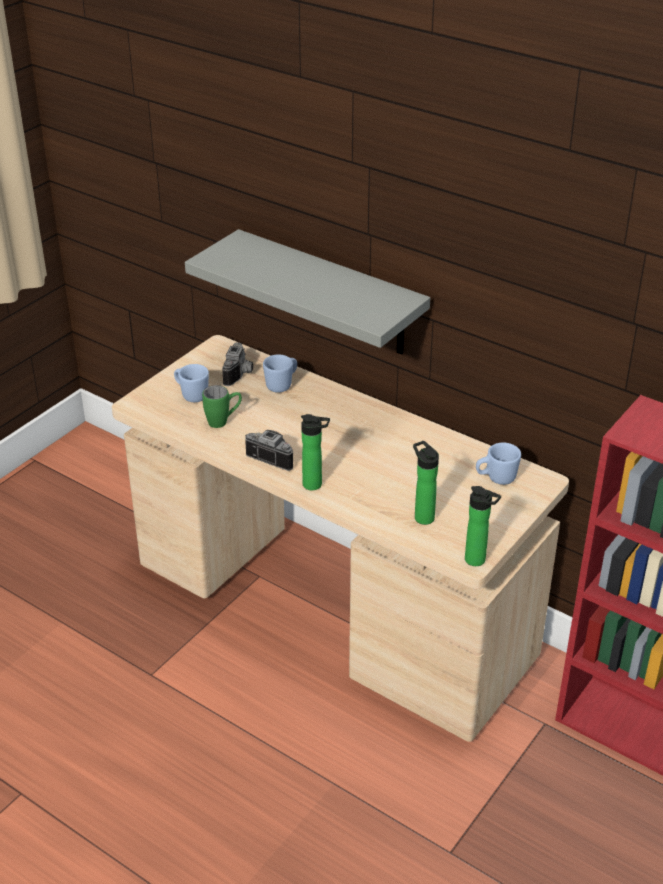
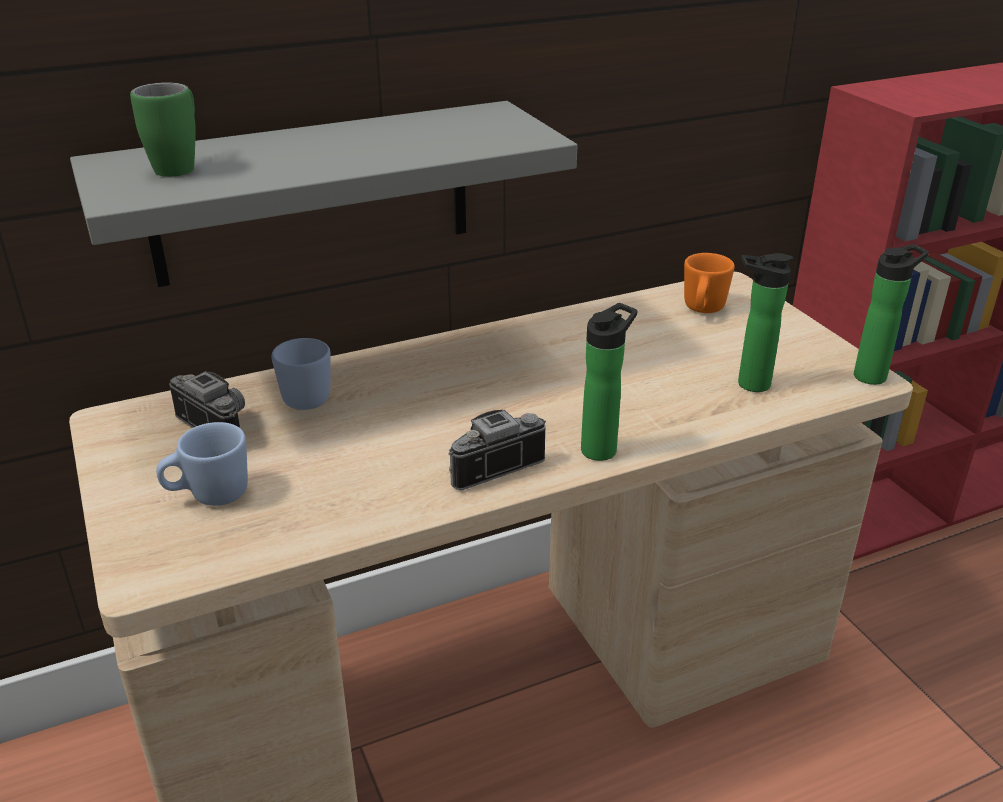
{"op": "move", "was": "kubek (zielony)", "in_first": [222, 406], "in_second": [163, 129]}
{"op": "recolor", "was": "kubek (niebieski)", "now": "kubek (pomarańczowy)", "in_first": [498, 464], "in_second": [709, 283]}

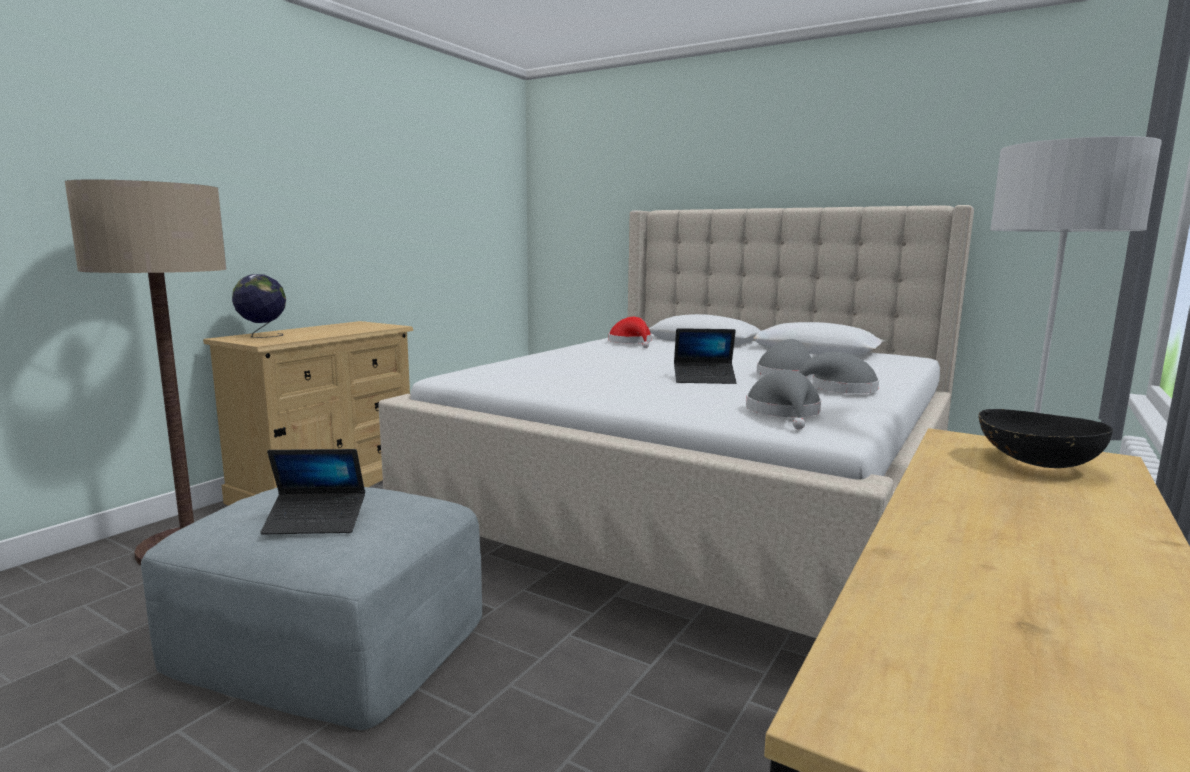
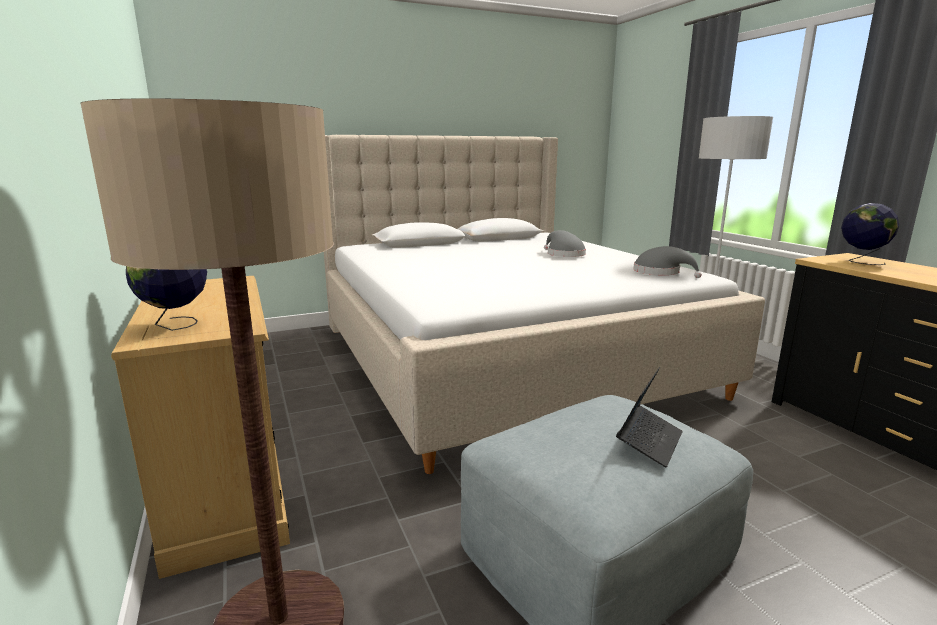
{"op": "delete", "was": "kapelusz (czerwony)", "in_first": [630, 332]}
{"op": "delete", "was": "laptop", "in_first": [705, 356]}
{"op": "delete", "was": "kapelusz (szary)", "in_first": [839, 373]}
{"op": "replace", "was": "miska (czarny)", "now": "globus", "in_first": [1045, 438], "in_second": [870, 234]}

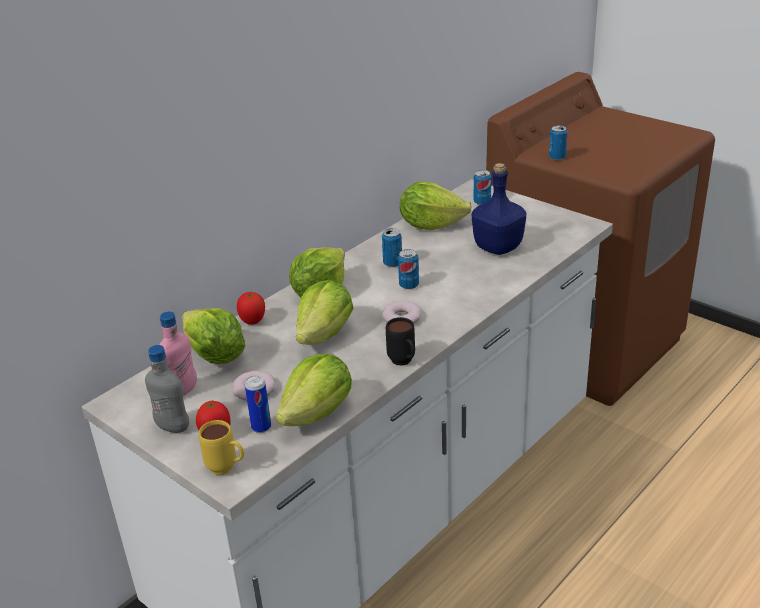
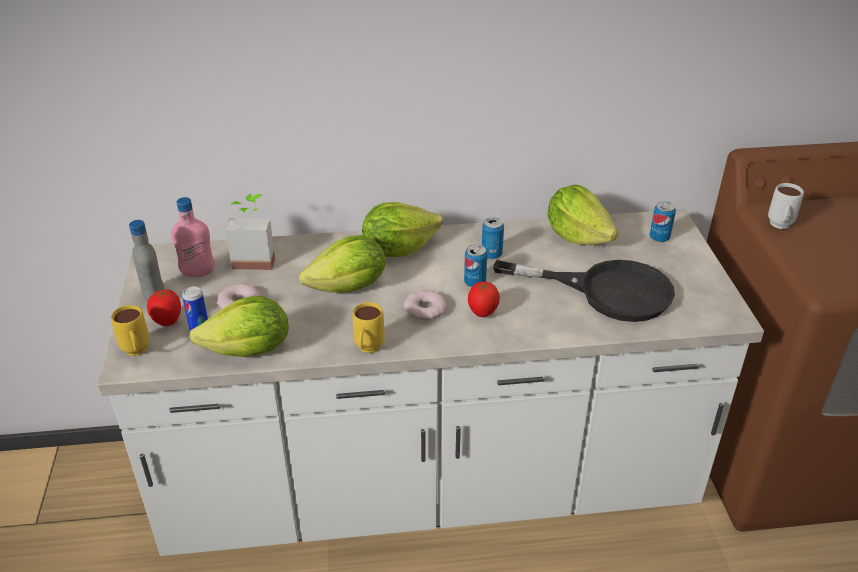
{"op": "replace", "was": "sałata", "now": "roślina doniczkowa", "in_first": [213, 336], "in_second": [250, 232]}
{"op": "move", "was": "pomidor", "in_first": [251, 308], "in_second": [484, 299]}
{"op": "recolor", "was": "kubek (czarny)", "now": "kubek (żółty)", "in_first": [400, 341], "in_second": [368, 327]}
{"op": "replace", "was": "butelka (niebieski)", "now": "patelnia (czarny)", "in_first": [499, 209], "in_second": [584, 291]}
{"op": "replace", "was": "puszka", "now": "kubek (biały)", "in_first": [558, 142], "in_second": [786, 206]}

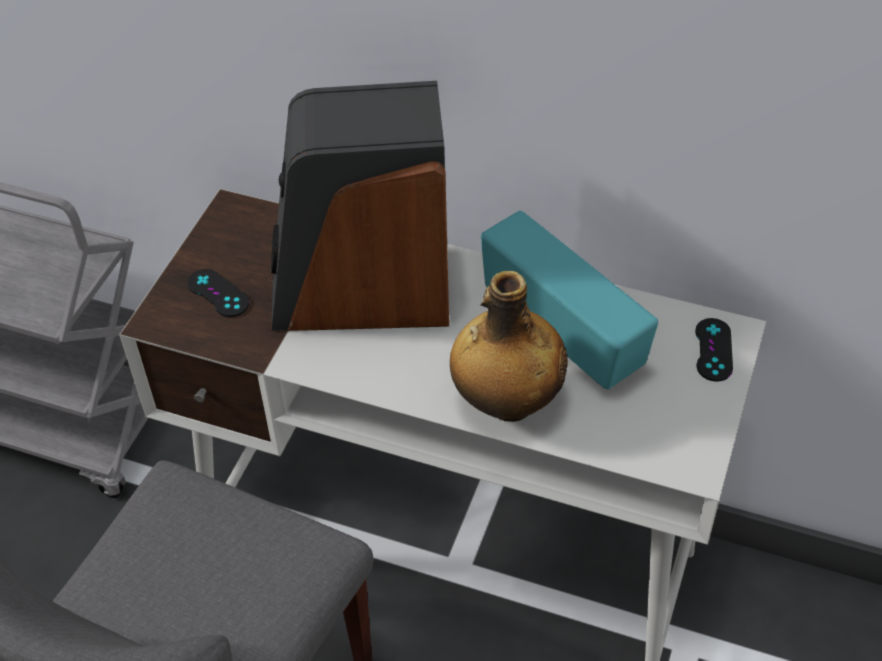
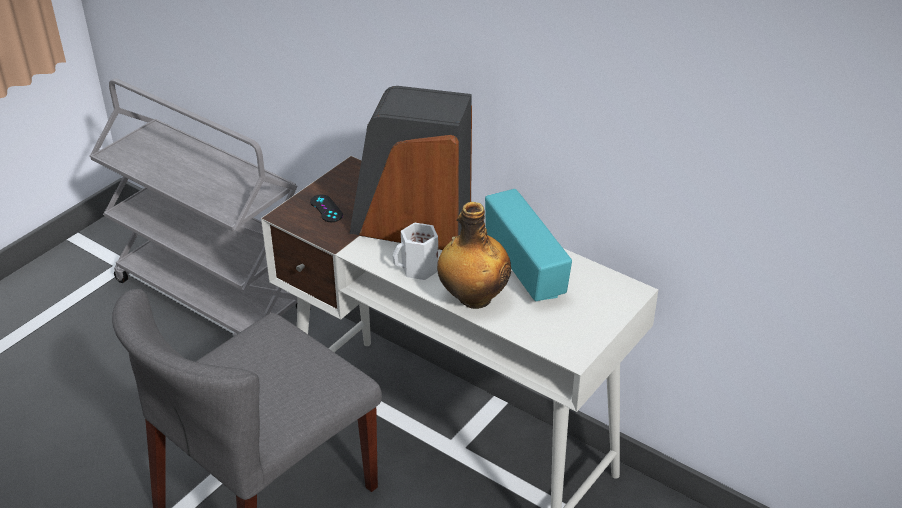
{"op": "delete", "was": "pad do gier (czarny)", "in_first": [714, 350]}
{"op": "insert", "now": "kubek (biały)", "in_second": [415, 251]}

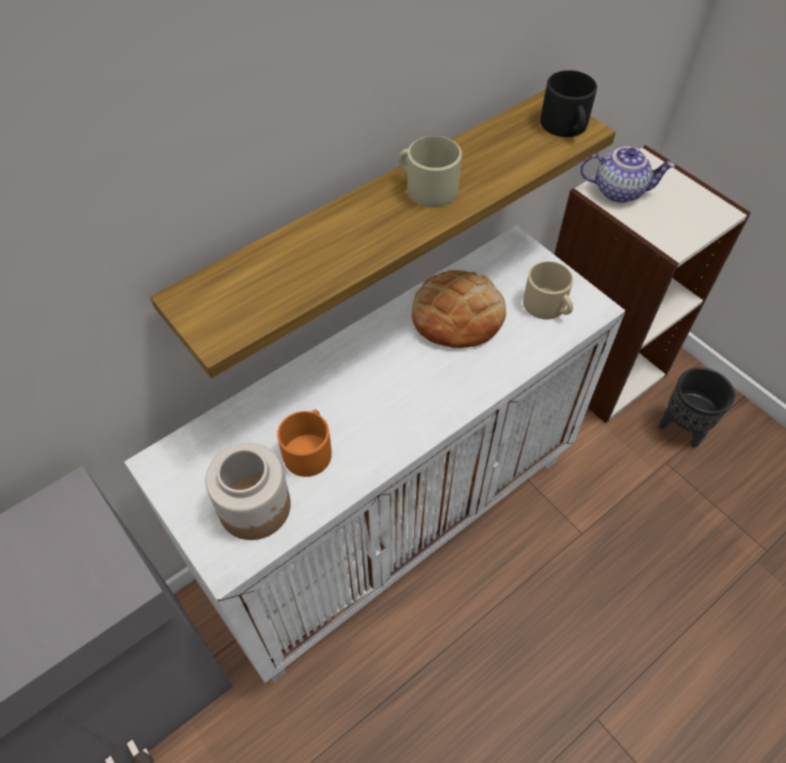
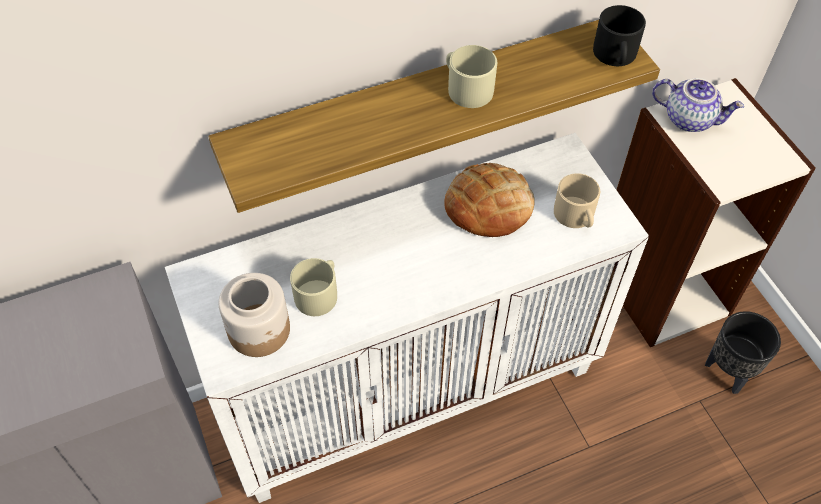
{"op": "recolor", "was": "kubek (pomarańczowy)", "now": "kubek (beżowy)", "in_first": [304, 443], "in_second": [313, 287]}

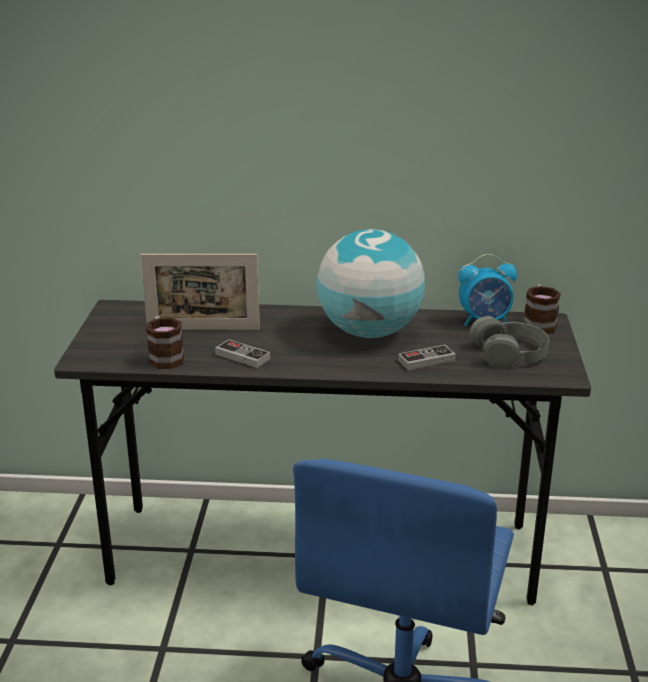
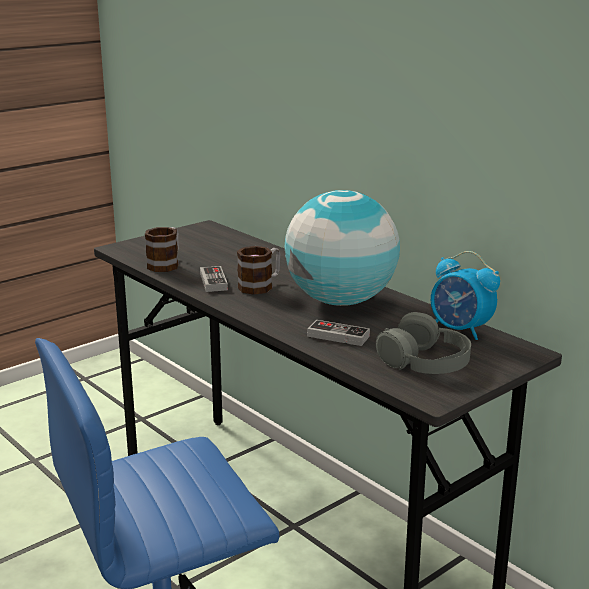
{"op": "delete", "was": "ramka na zdjęcie", "in_first": [200, 292]}
{"op": "move", "was": "kubek", "in_first": [542, 309], "in_second": [258, 270]}

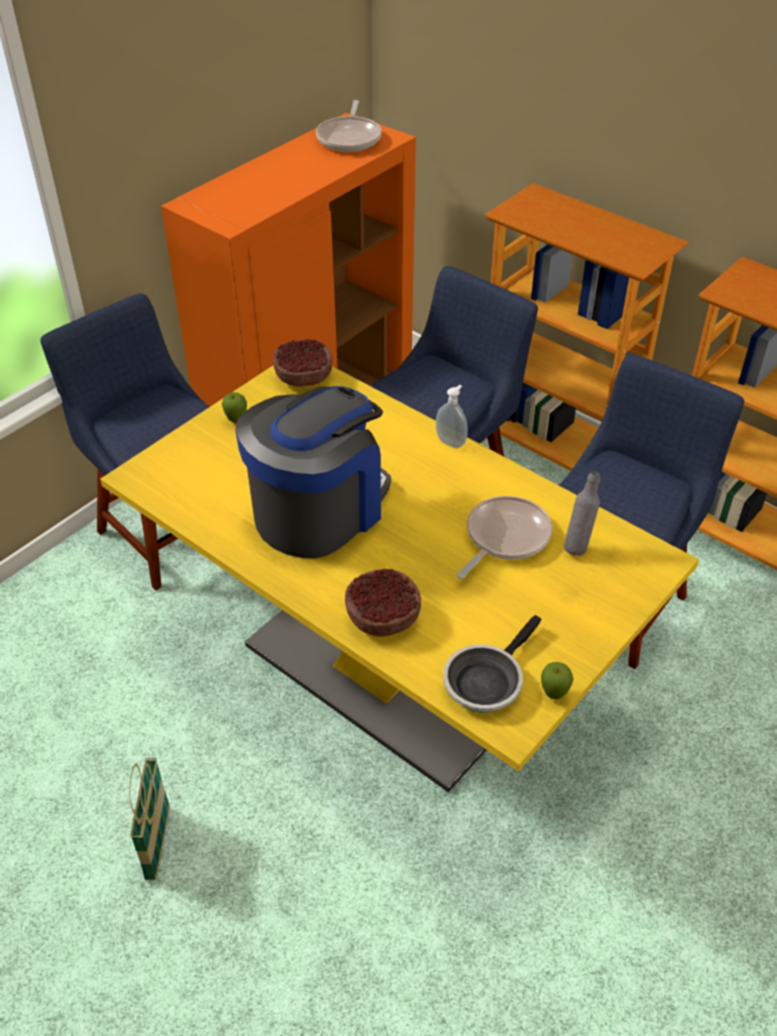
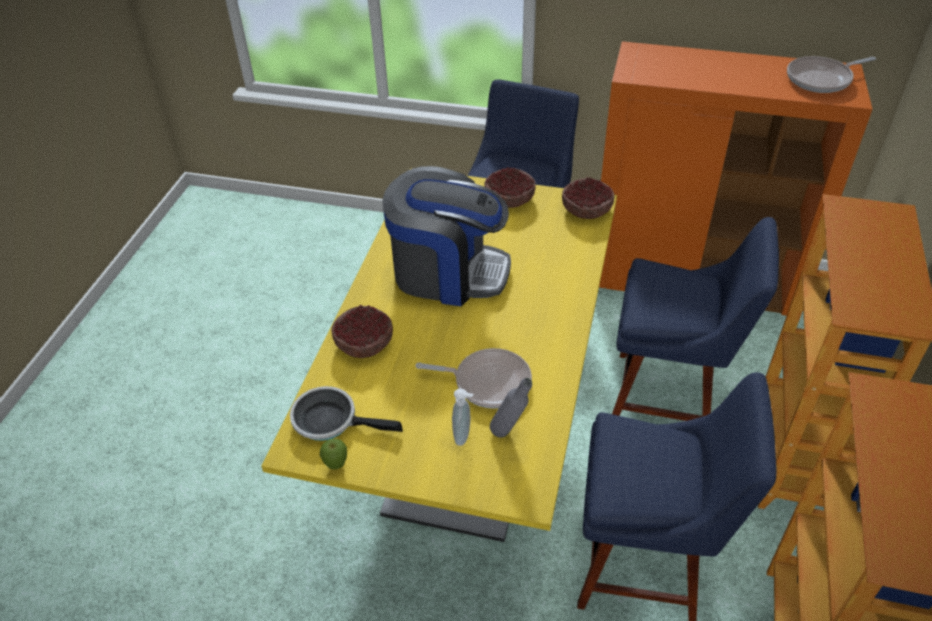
{"op": "delete", "was": "koszyk", "in_first": [149, 819]}
{"op": "replace", "was": "jabłko", "now": "miska", "in_first": [234, 407], "in_second": [510, 187]}
{"op": "move", "was": "dozownik mydła", "in_first": [452, 416], "in_second": [462, 417]}

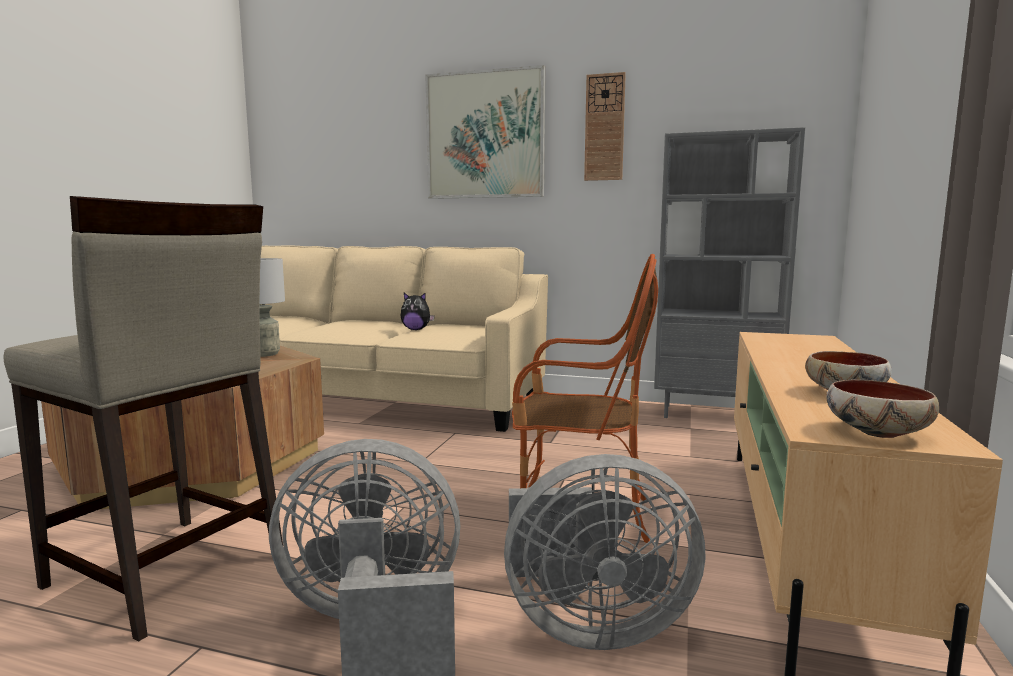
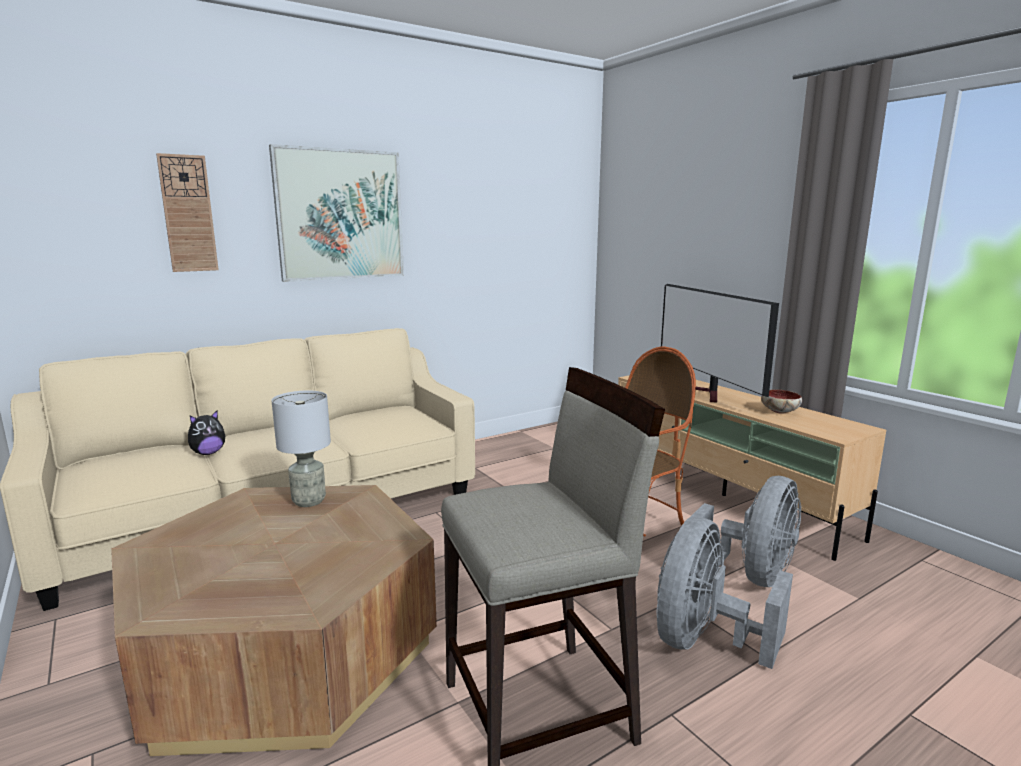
{"op": "move", "was": "pluszak", "in_first": [418, 311], "in_second": [206, 433]}
{"op": "move", "was": "zegar ścienny", "in_first": [605, 126], "in_second": [187, 212]}
{"op": "delete", "was": "regał (szary)", "in_first": [729, 272]}
{"op": "delete", "was": "miska", "in_first": [882, 409]}
{"op": "insert", "now": "telewizor", "in_second": [720, 343]}

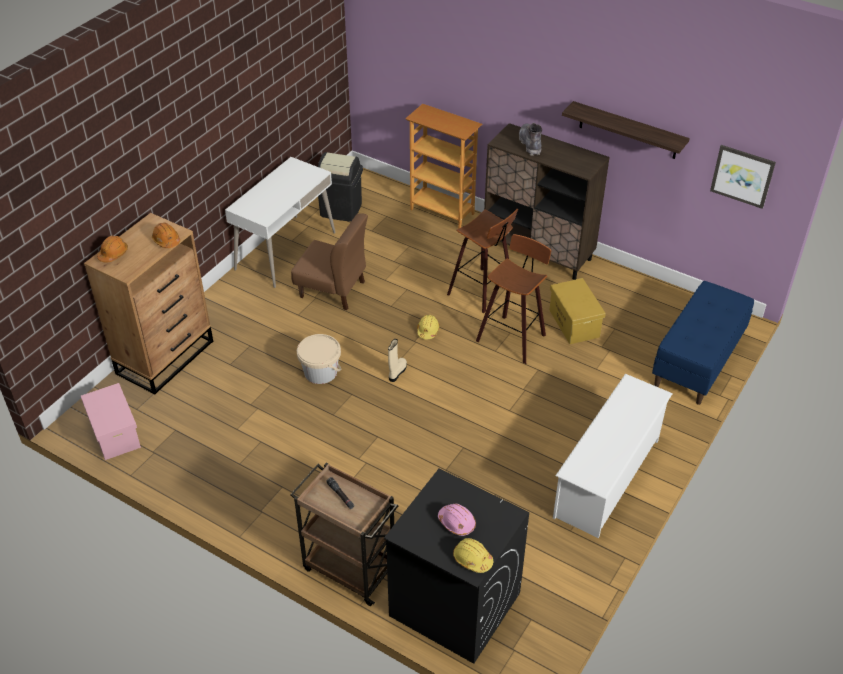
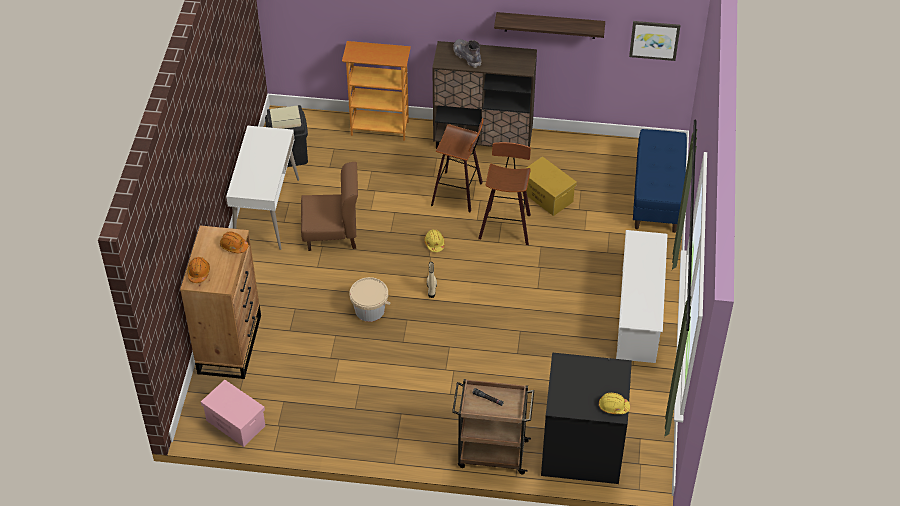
{"op": "delete", "was": "kask (różowy)", "in_first": [457, 520]}

